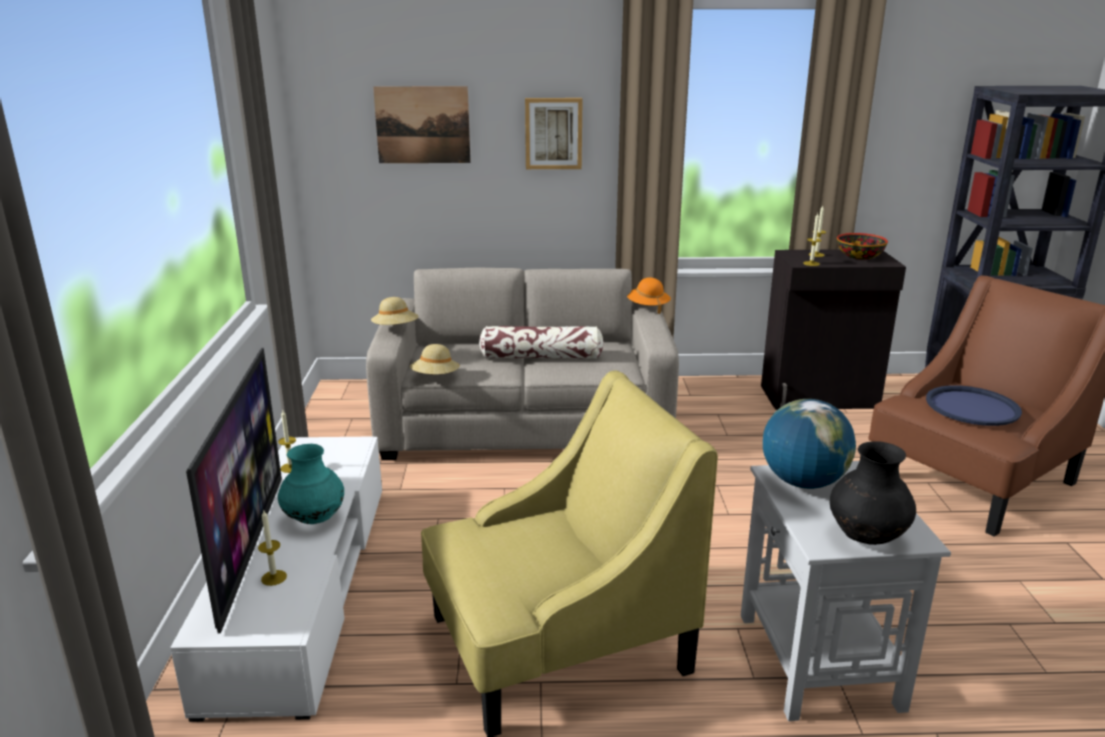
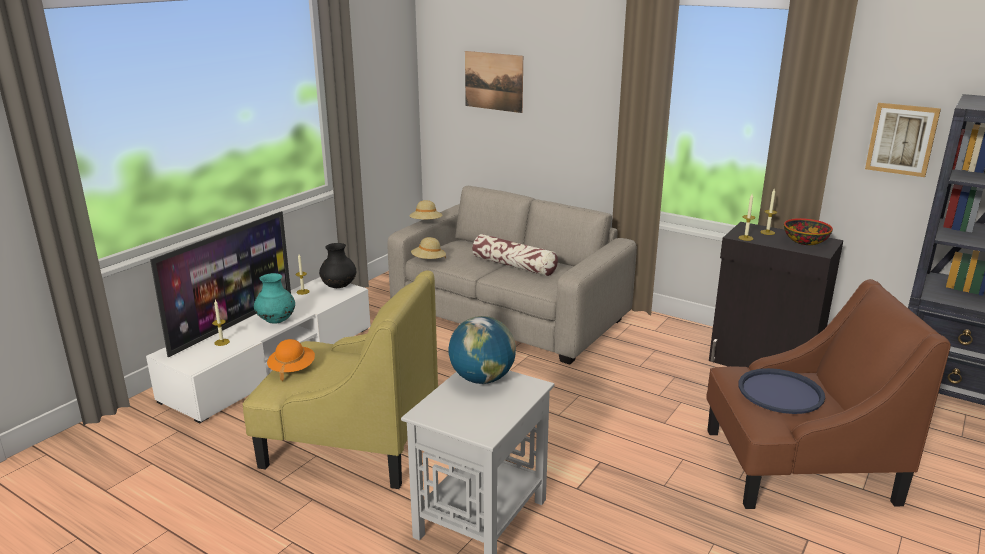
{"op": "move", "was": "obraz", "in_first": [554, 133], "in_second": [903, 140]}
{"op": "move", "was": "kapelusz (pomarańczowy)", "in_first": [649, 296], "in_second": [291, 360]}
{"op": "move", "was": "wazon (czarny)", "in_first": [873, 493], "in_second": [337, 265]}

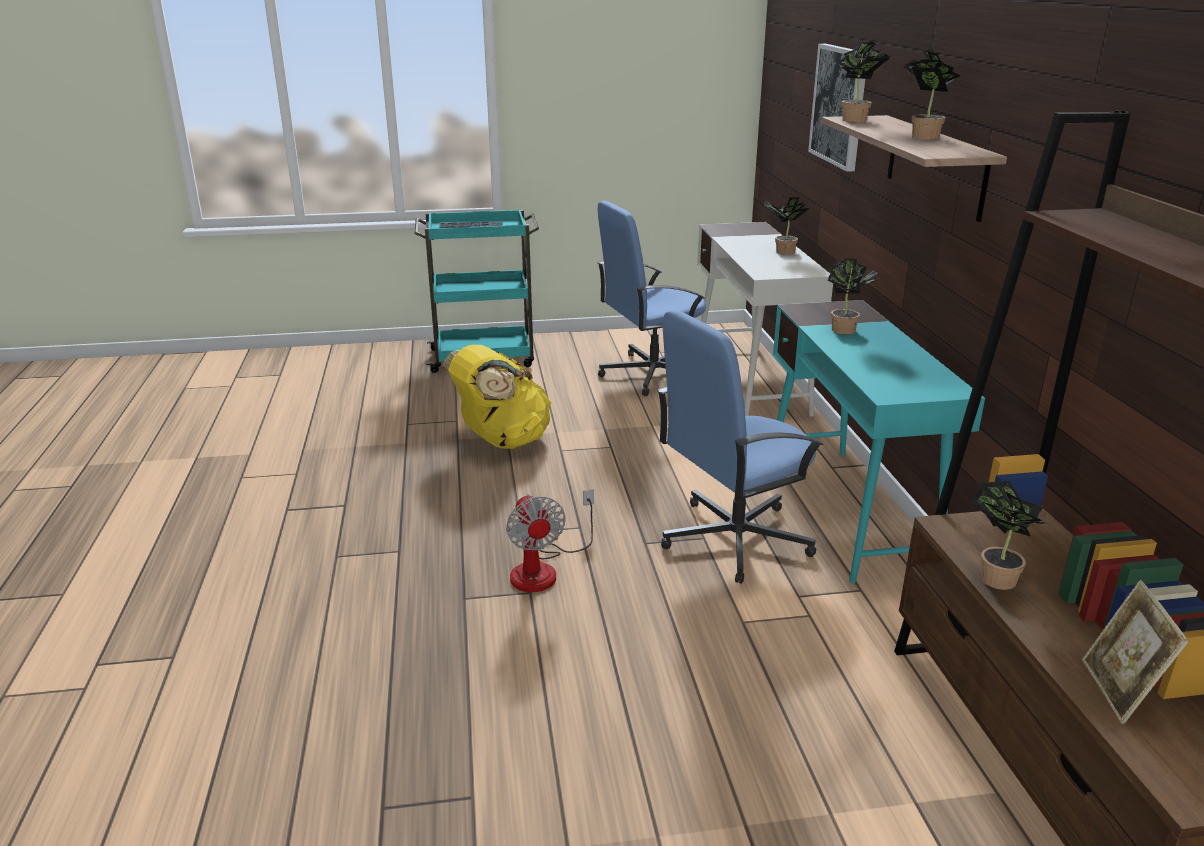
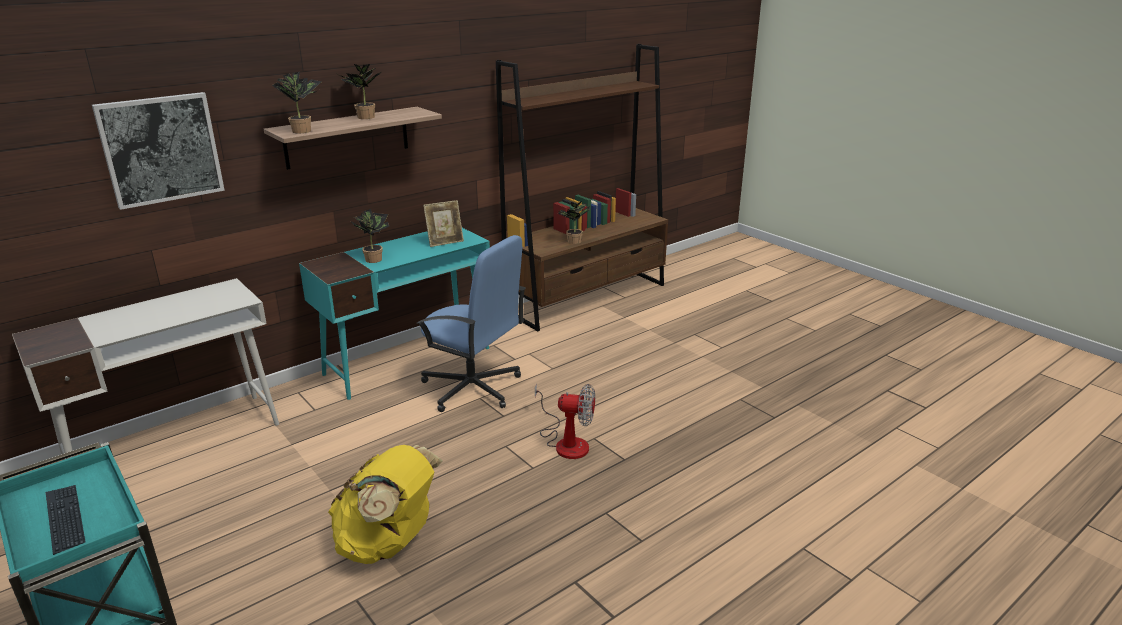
{"op": "rotate", "was": "wentylator", "in_first": [550, 540], "in_second": [565, 421], "clockwise": 60}
{"op": "delete", "was": "krzesło biurowe (niebieski)", "in_first": [651, 298]}
{"op": "delete", "was": "roślina doniczkowa", "in_first": [787, 225]}
{"op": "move", "was": "ramka na zdjęcie", "in_first": [1135, 652], "in_second": [443, 223]}

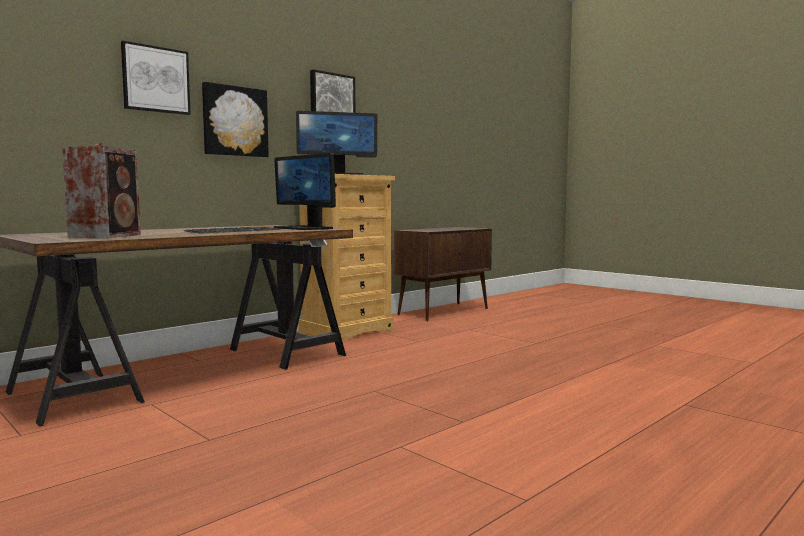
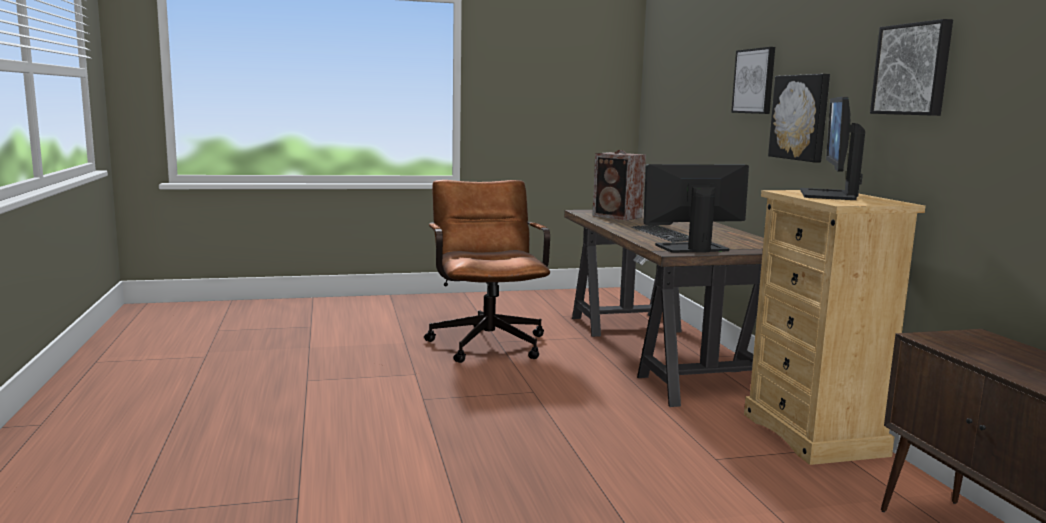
{"op": "insert", "now": "krzesło biurowe (brązowy)", "in_second": [487, 271]}

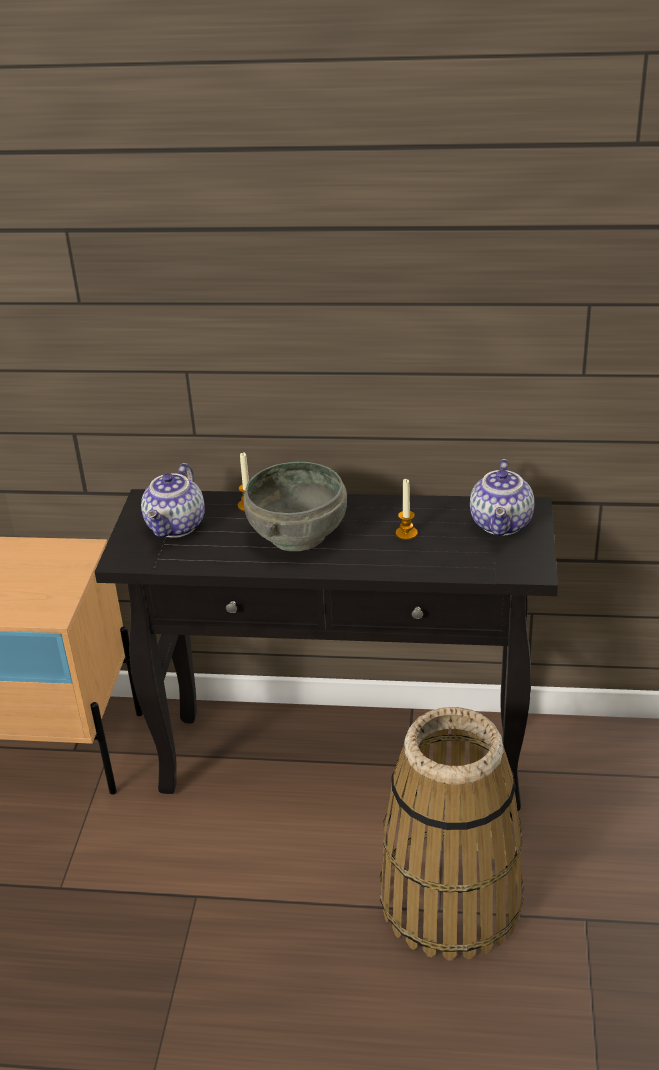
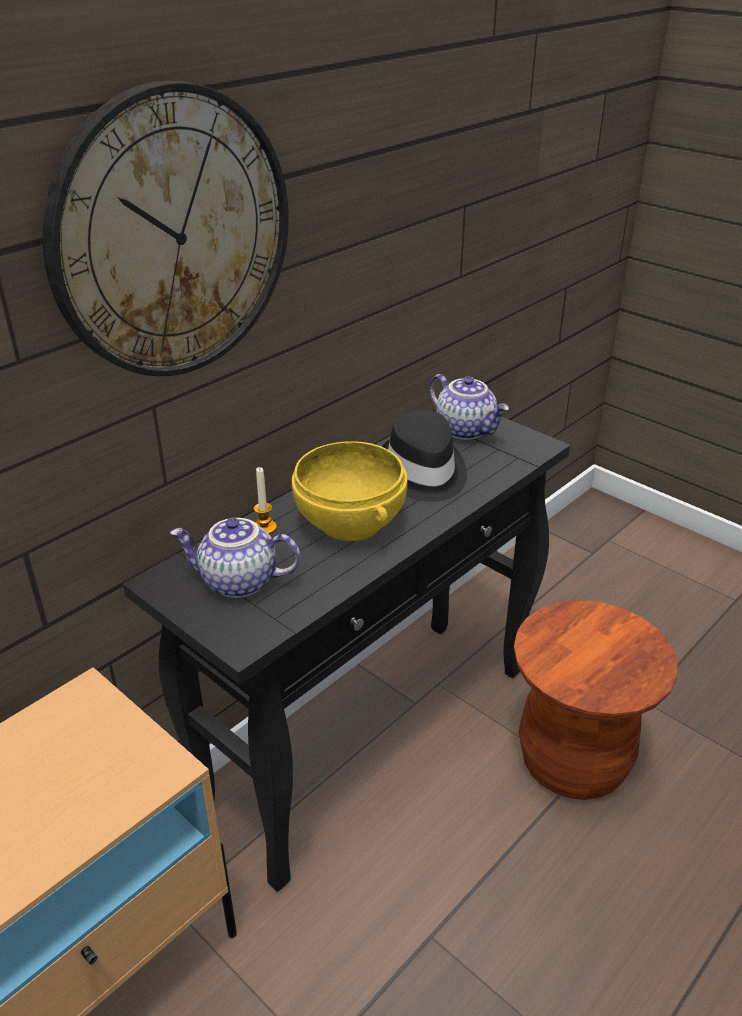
{"op": "rotate", "was": "imbryk", "in_first": [173, 500], "in_second": [235, 558], "clockwise": 135}
{"op": "recolor", "was": "miska (szary)", "now": "miska (żółty)", "in_first": [295, 506], "in_second": [349, 491]}
{"op": "replace", "was": "koszyk", "now": "stołek (brązowy)", "in_first": [452, 833], "in_second": [596, 700]}
{"op": "replace", "was": "świeca", "now": "kapelusz (czarny)", "in_first": [407, 509], "in_second": [424, 456]}
{"op": "insert", "now": "zegar ścienny", "in_second": [166, 228]}

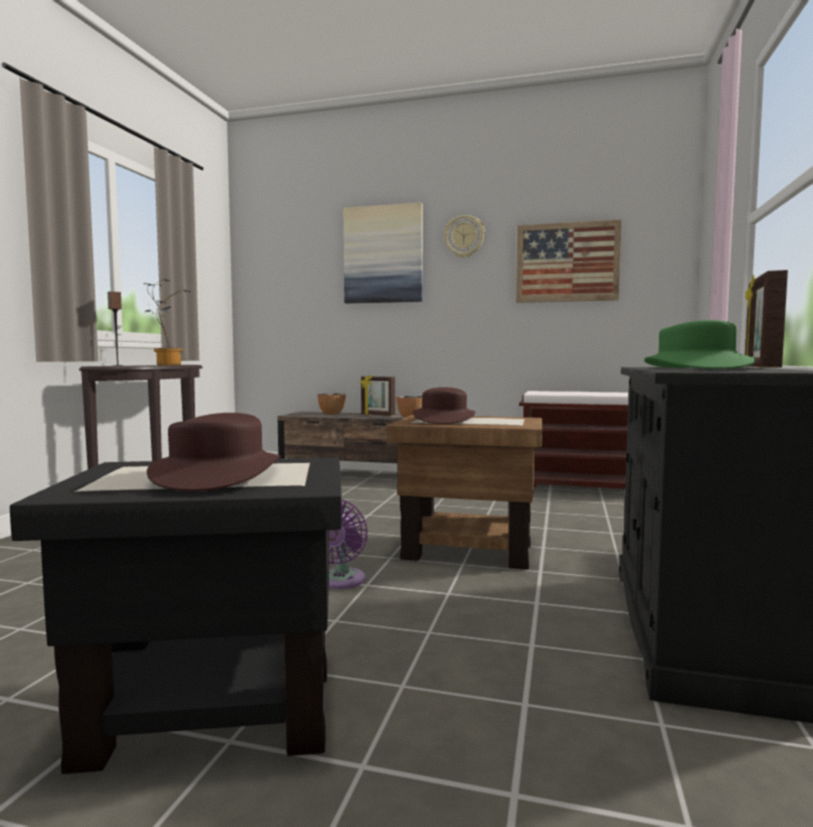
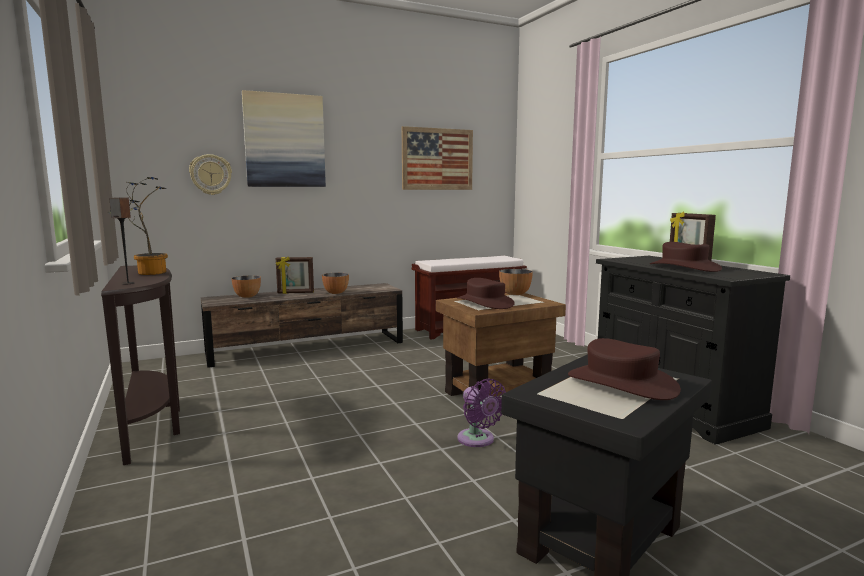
{"op": "move", "was": "zegar ścienny", "in_first": [464, 236], "in_second": [210, 174]}
{"op": "recolor", "was": "kapelusz (zielony)", "now": "kapelusz (brązowy)", "in_first": [700, 344], "in_second": [686, 257]}
{"op": "insert", "now": "miska", "in_second": [516, 282]}

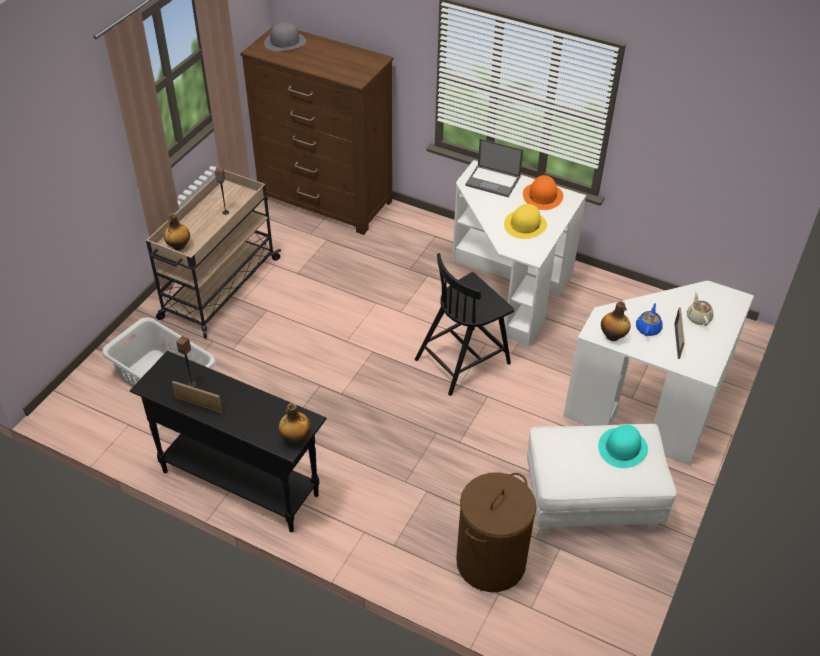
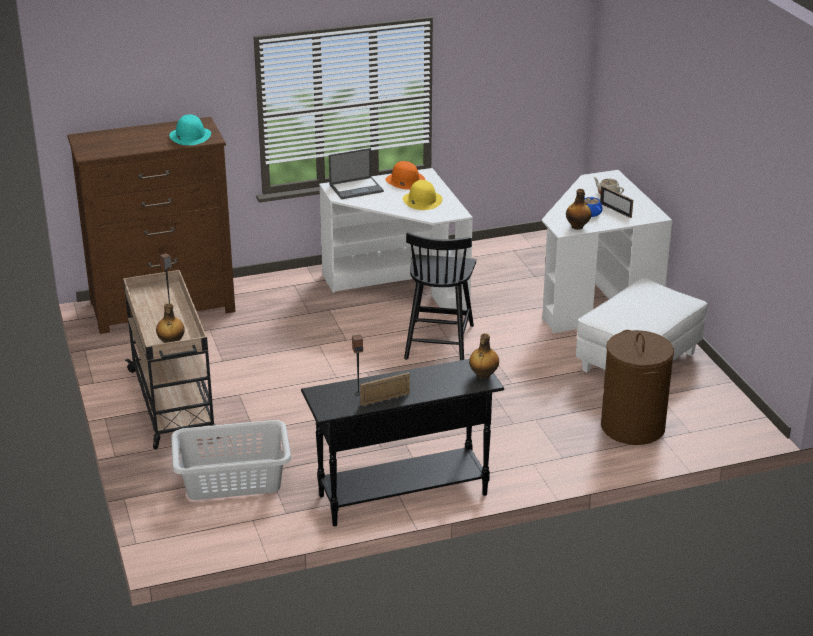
{"op": "delete", "was": "kapelusz (szary)", "in_first": [285, 36]}
{"op": "move", "was": "kapelusz (turkusowy)", "in_first": [623, 446], "in_second": [190, 129]}

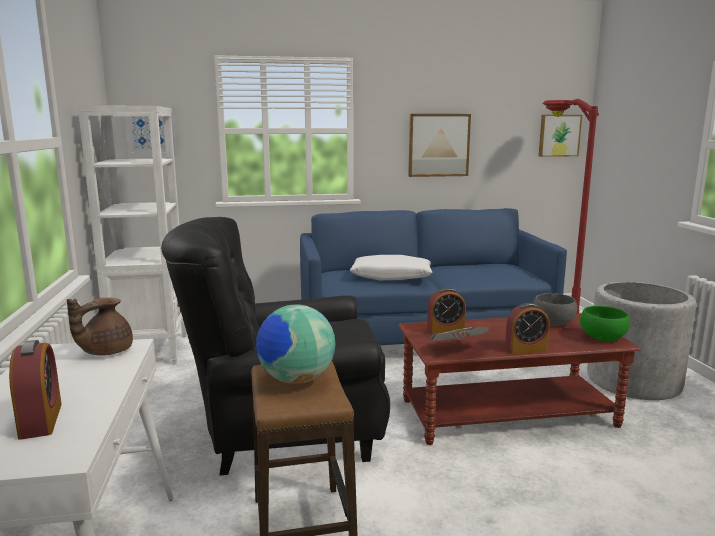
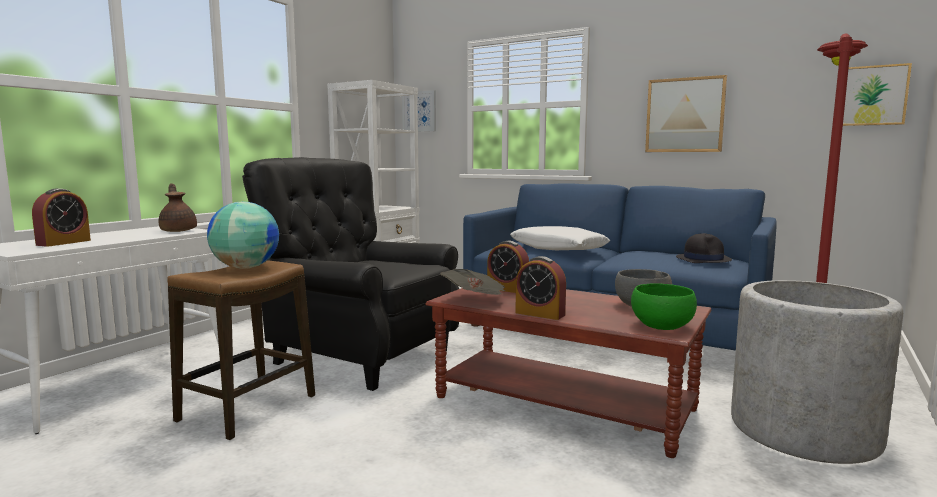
{"op": "rotate", "was": "imbryk (brązowy)", "in_first": [100, 327], "in_second": [178, 207], "clockwise": 75}
{"op": "insert", "now": "kapelusz (czarny)", "in_second": [704, 248]}

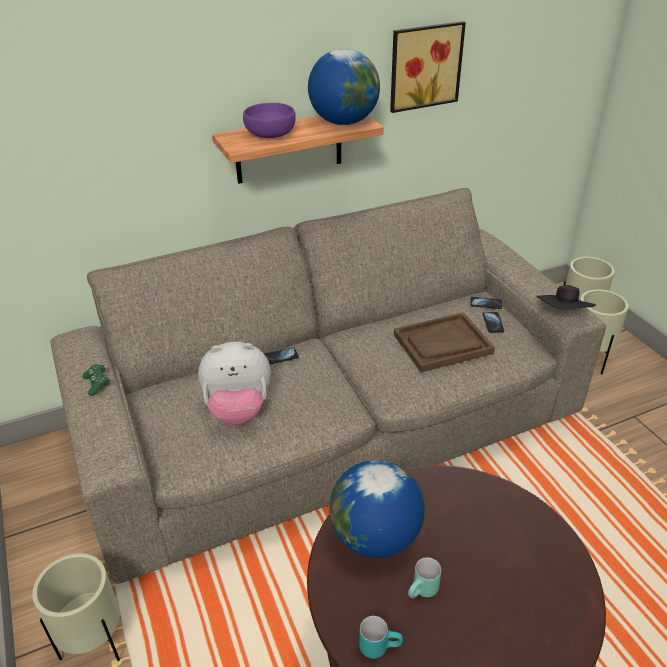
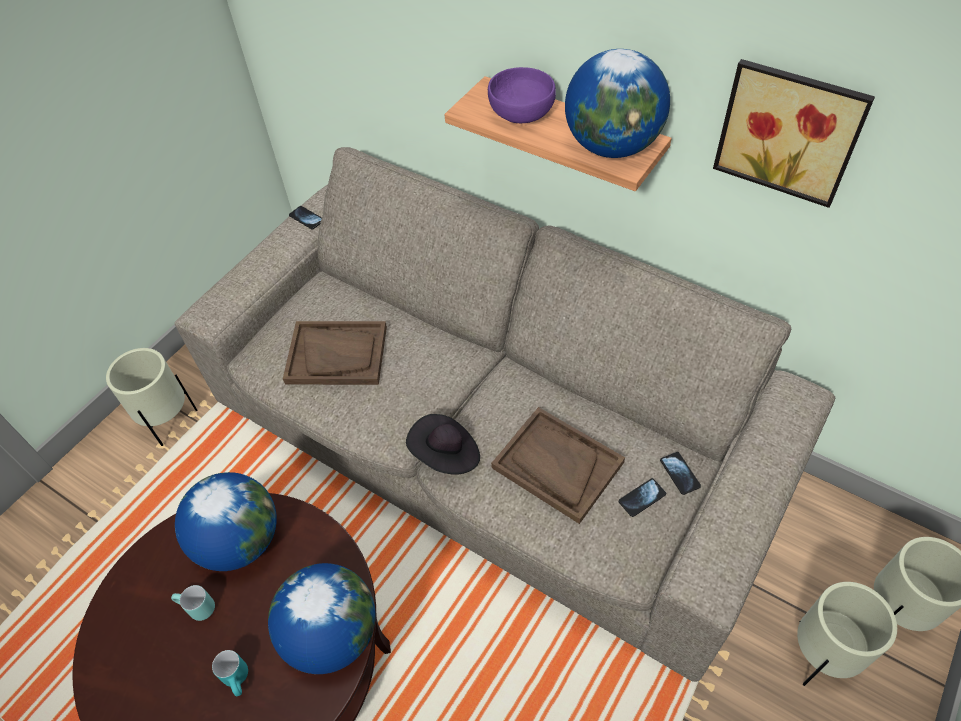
{"op": "delete", "was": "pad do gier (zielony)", "in_first": [96, 380]}
{"op": "replace", "was": "pluszak", "now": "taca (brązowy)", "in_first": [234, 383], "in_second": [335, 353]}
{"op": "move", "was": "telefon", "in_first": [281, 355], "in_second": [305, 218]}
{"op": "move", "was": "kubek (turkusowy)", "in_first": [381, 637], "in_second": [230, 673]}
{"op": "move", "was": "kapelusz (czarny)", "in_first": [566, 297], "in_second": [443, 444]}
{"op": "insert", "now": "globus", "in_second": [322, 618]}

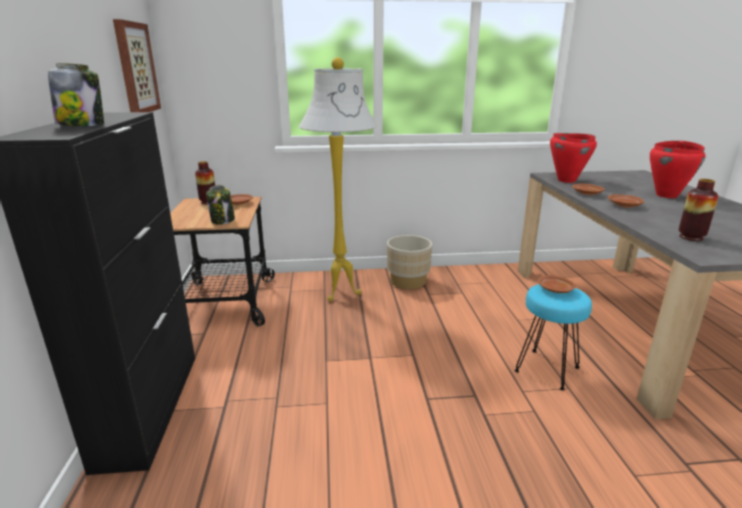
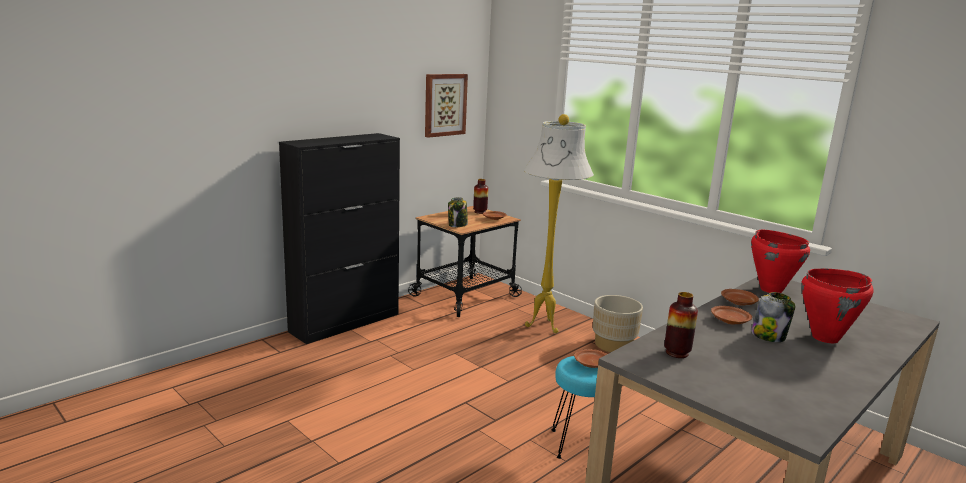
{"op": "move", "was": "słoik", "in_first": [76, 94], "in_second": [773, 317]}

